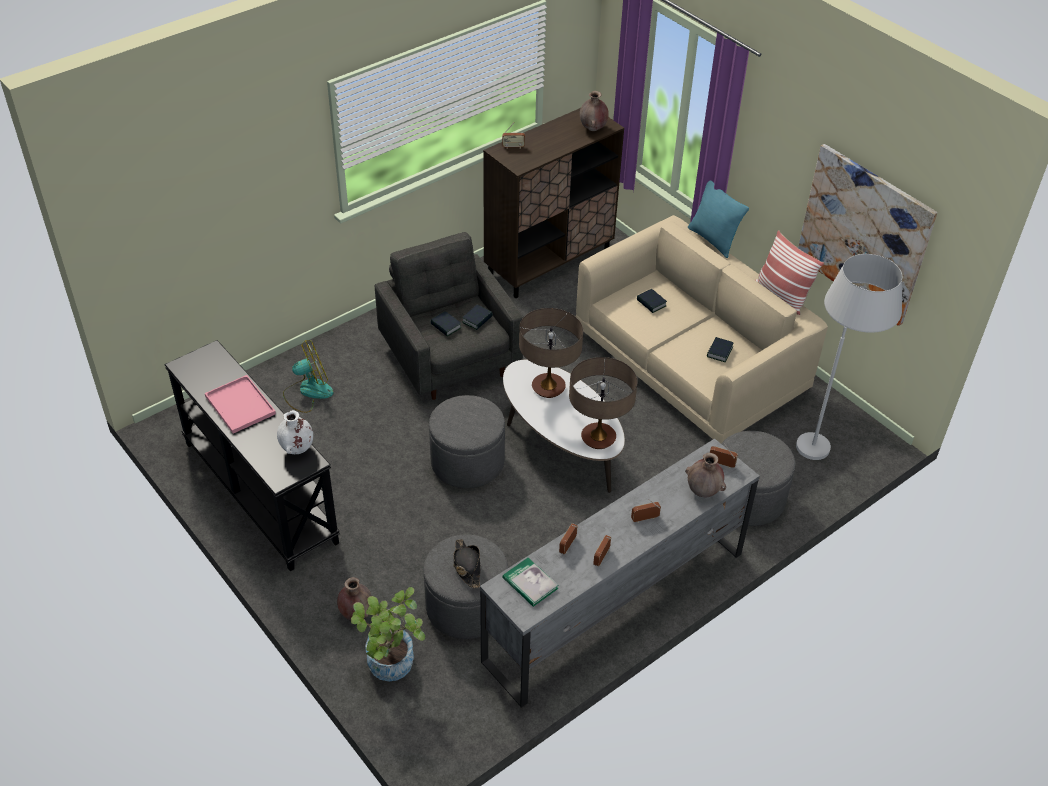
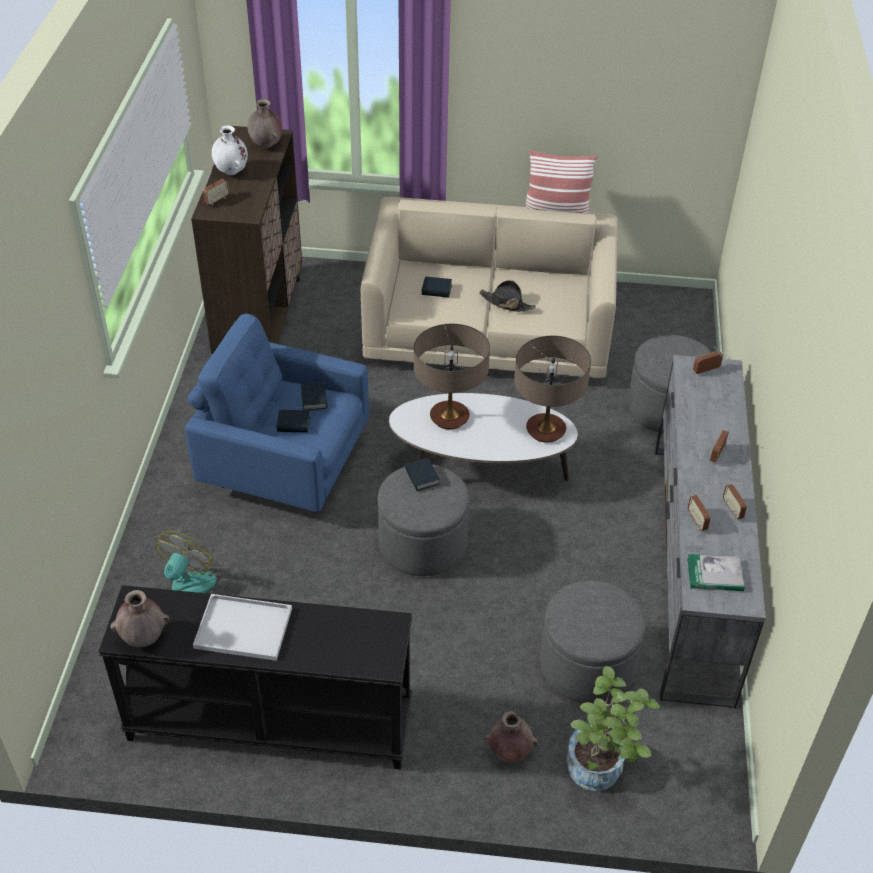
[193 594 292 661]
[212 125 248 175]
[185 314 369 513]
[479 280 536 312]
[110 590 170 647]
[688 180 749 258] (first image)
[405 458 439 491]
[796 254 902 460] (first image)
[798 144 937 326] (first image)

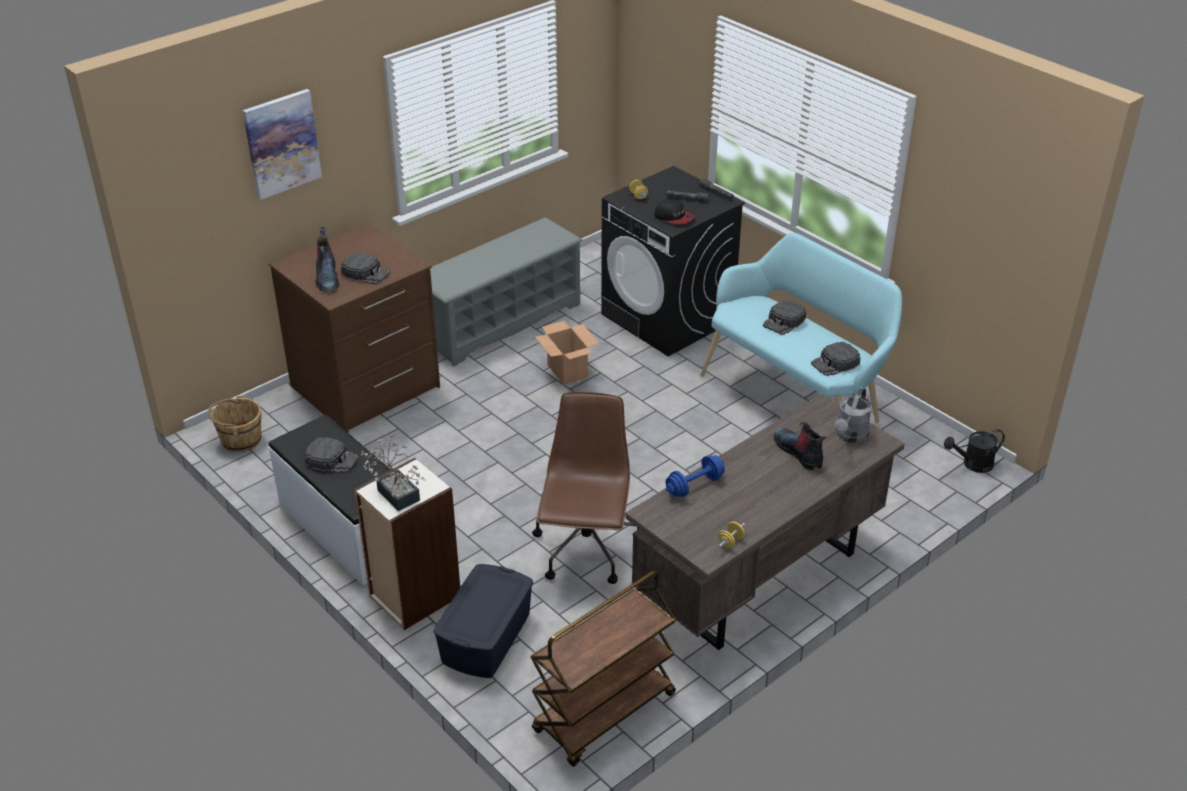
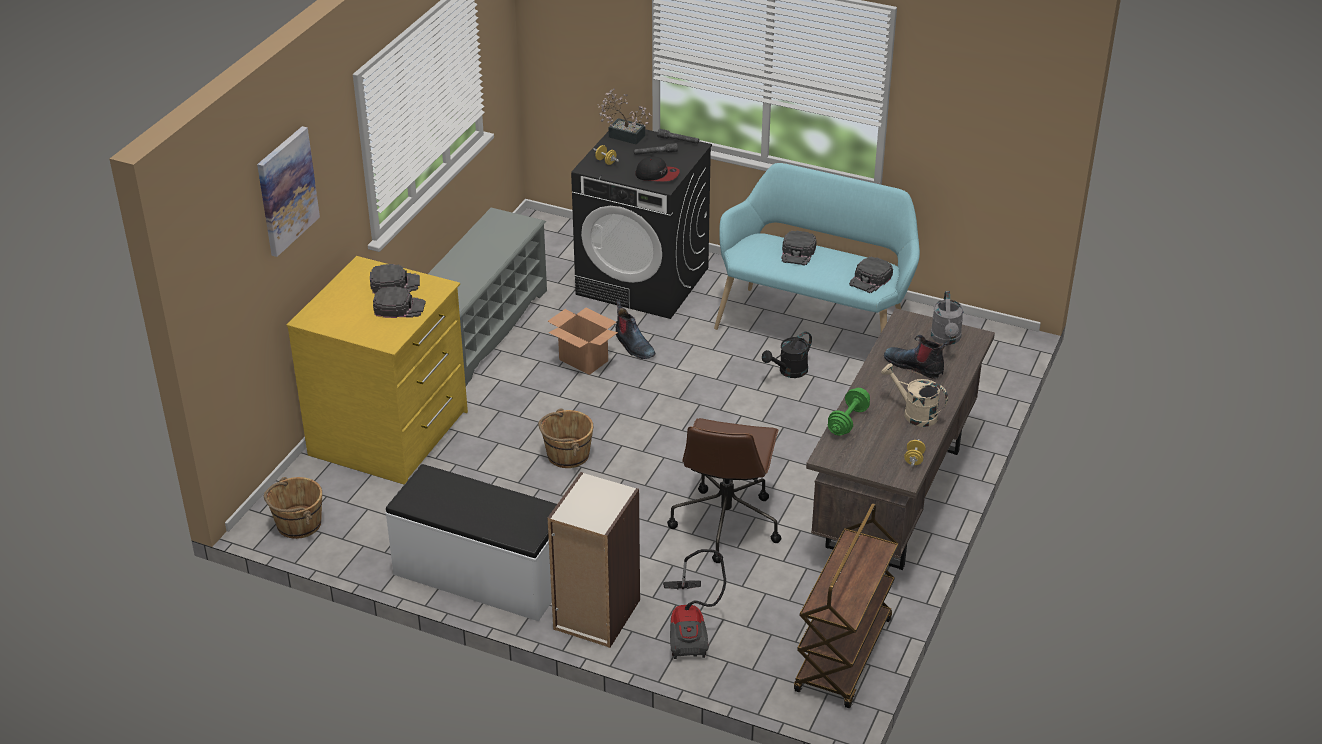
[287 256 468 485]
[370 264 420 294]
[616 300 655 359]
[598 88 652 144]
[663 549 726 659]
[667 418 781 563]
[828 388 870 436]
[762 332 812 378]
[538 408 593 468]
[881 363 948 427]

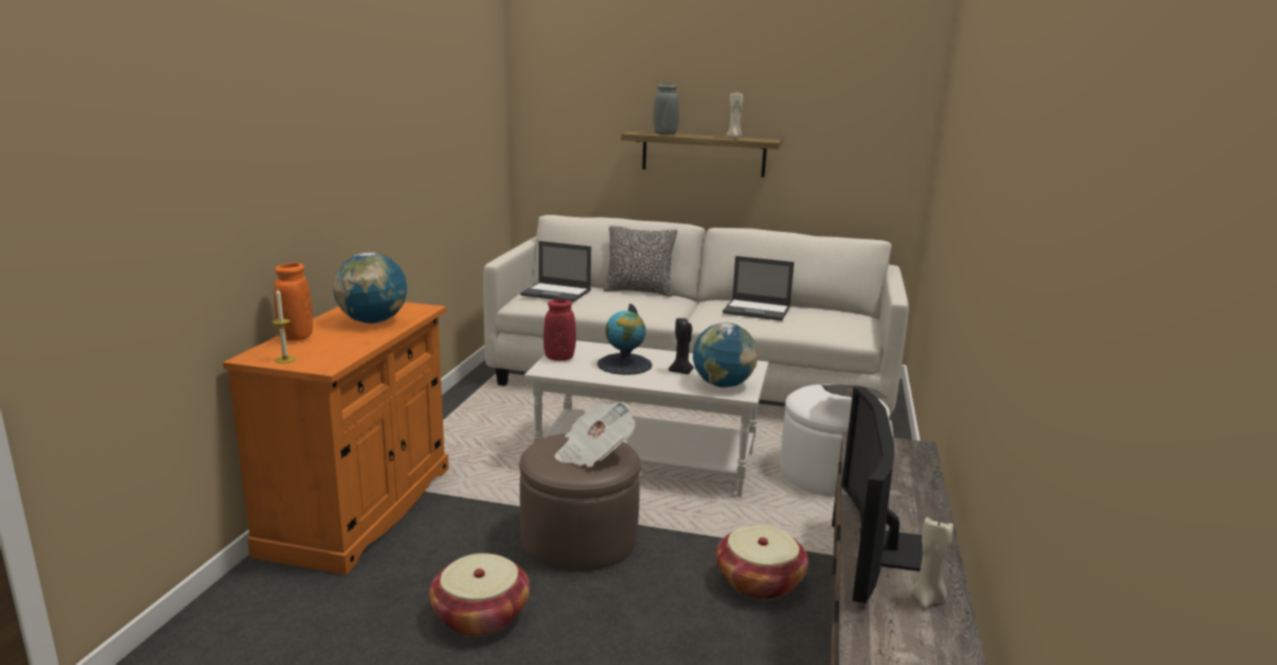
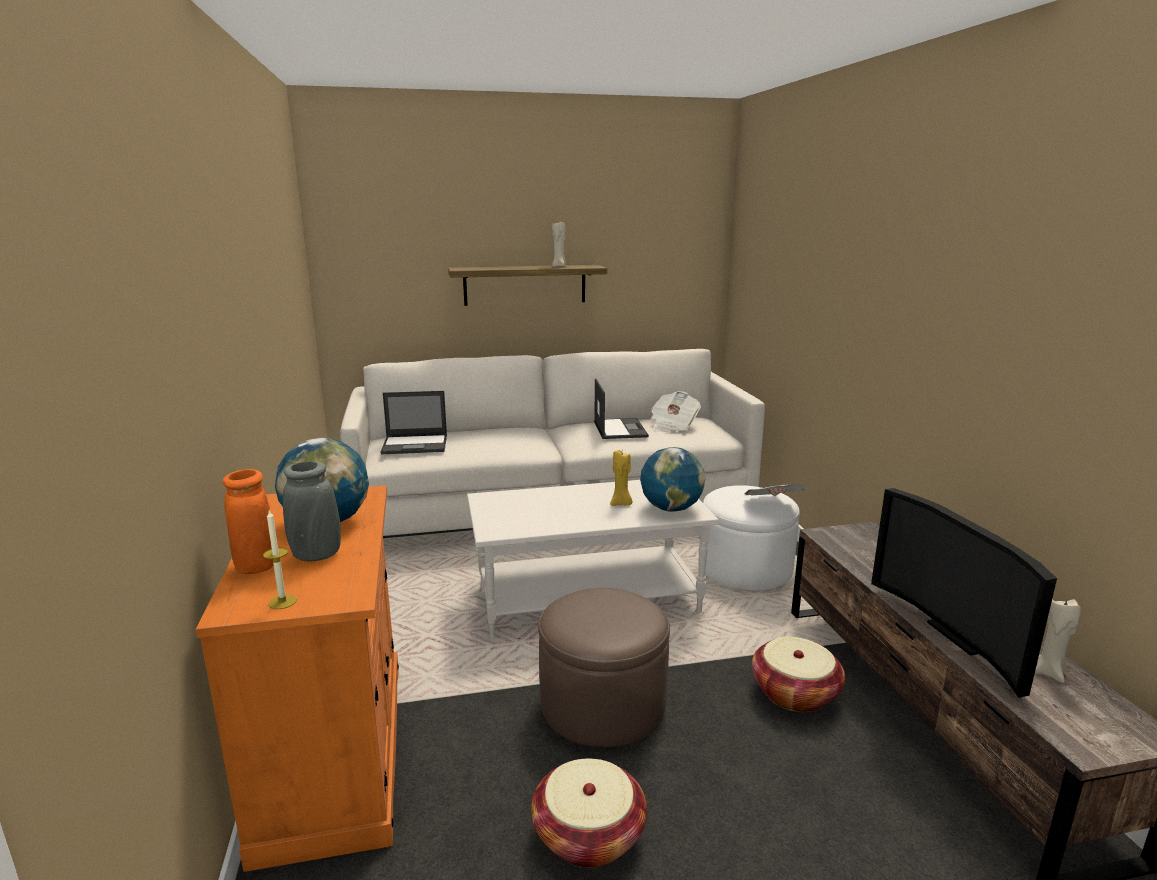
[543 299 576 361] (first image)
[651 391 701 432]
[597 304 652 375] (first image)
[604 225 677 297] (first image)
[283 461 341 561]
[610 450 632 506]
[594 378 649 439]

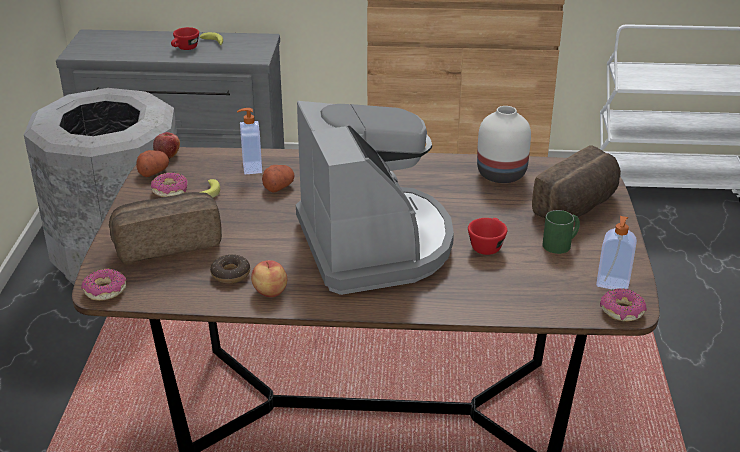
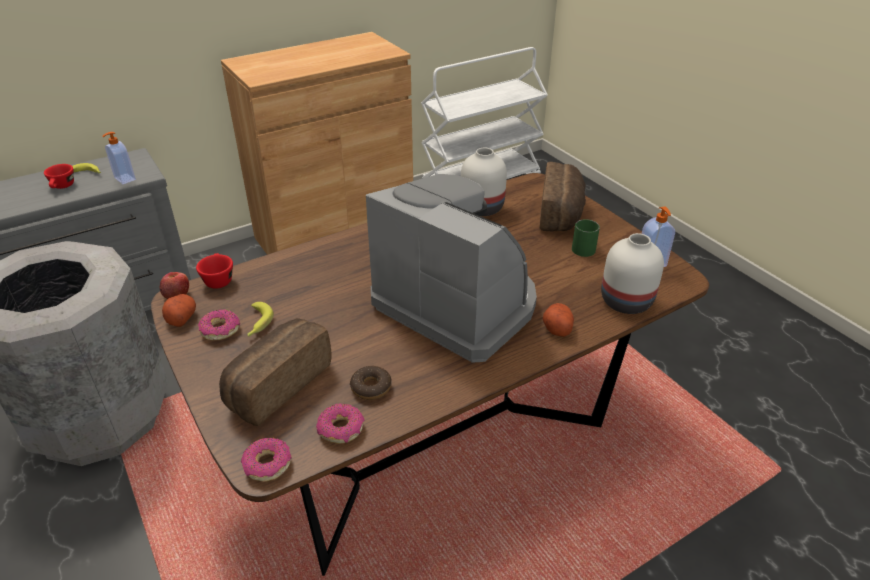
[102 132 136 184]
[251 260 287 297] (first image)
[543 303 574 337]
[196 253 233 289]
[316 404 365 444]
[601 233 664 314]

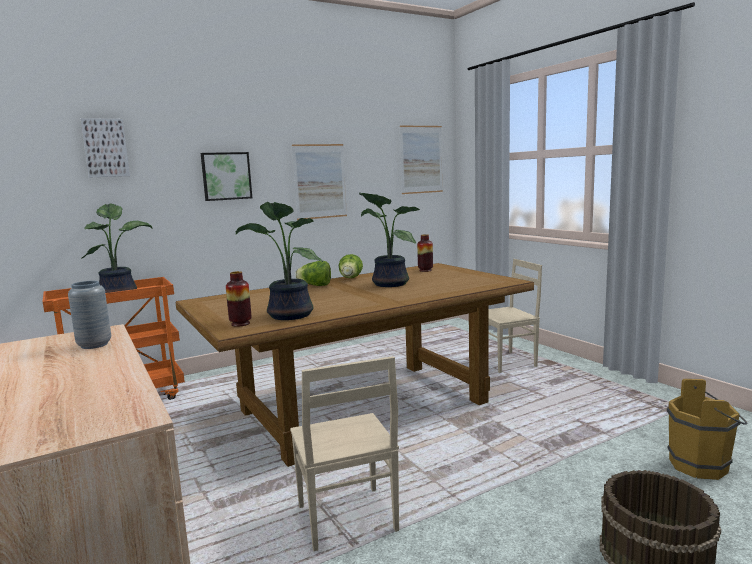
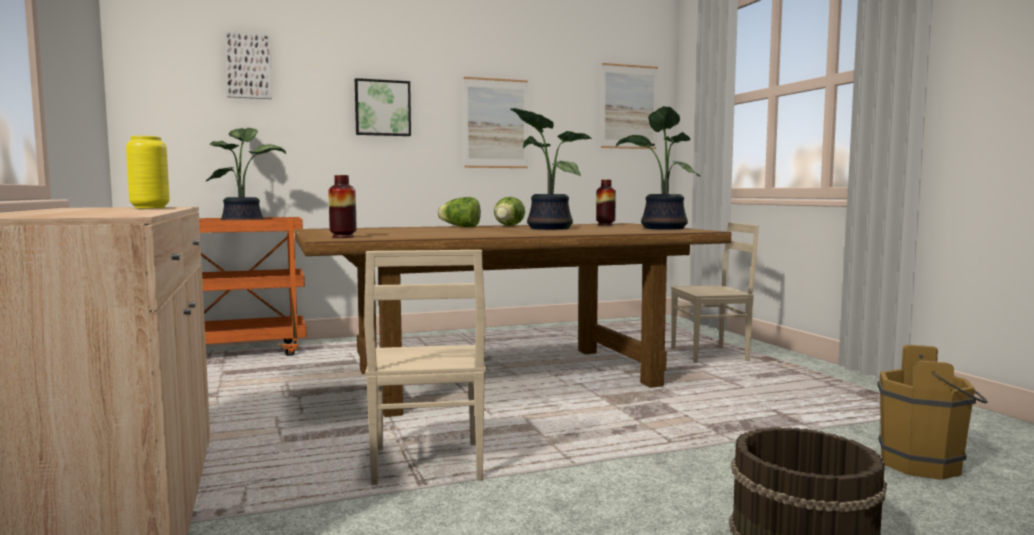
[126 136 170 208]
[616 106 701 230]

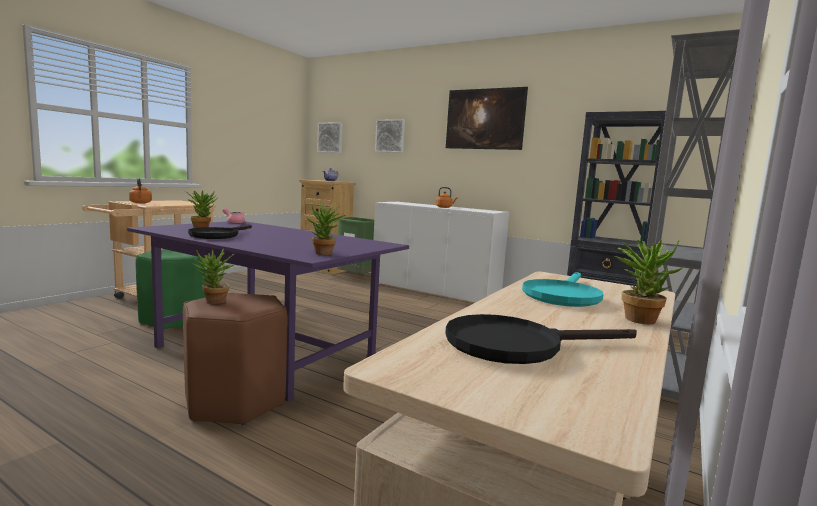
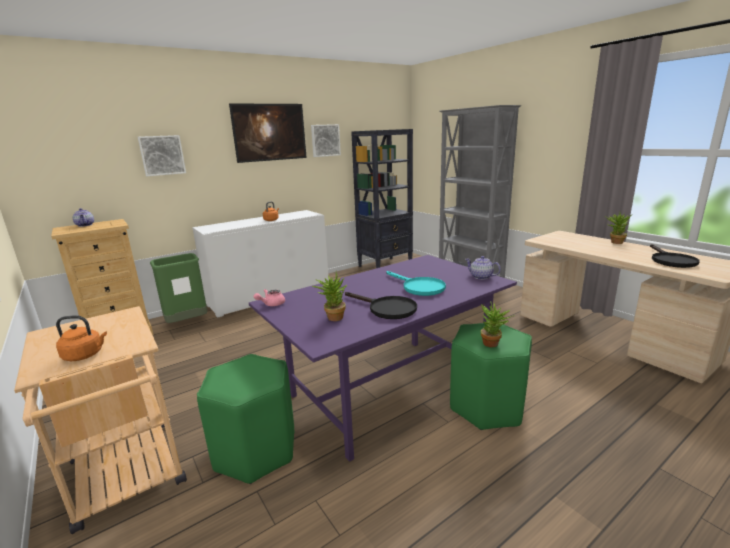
[450 323 532 430]
[465 256 501 280]
[311 124 341 157]
[386 271 446 296]

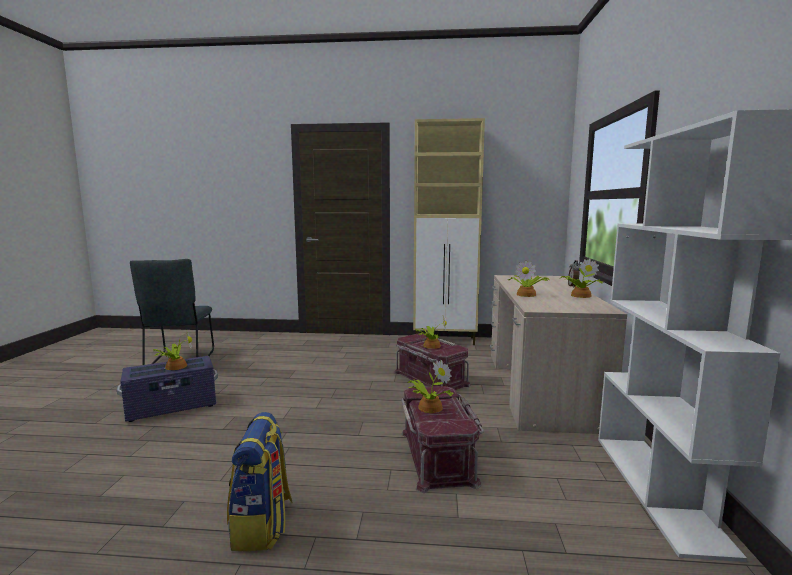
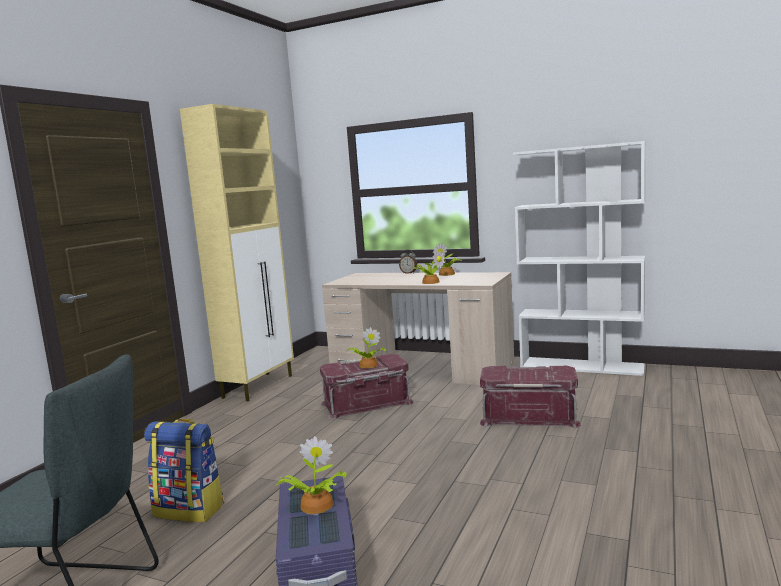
[144 419 224 522]
[408 360 454 413] (first image)

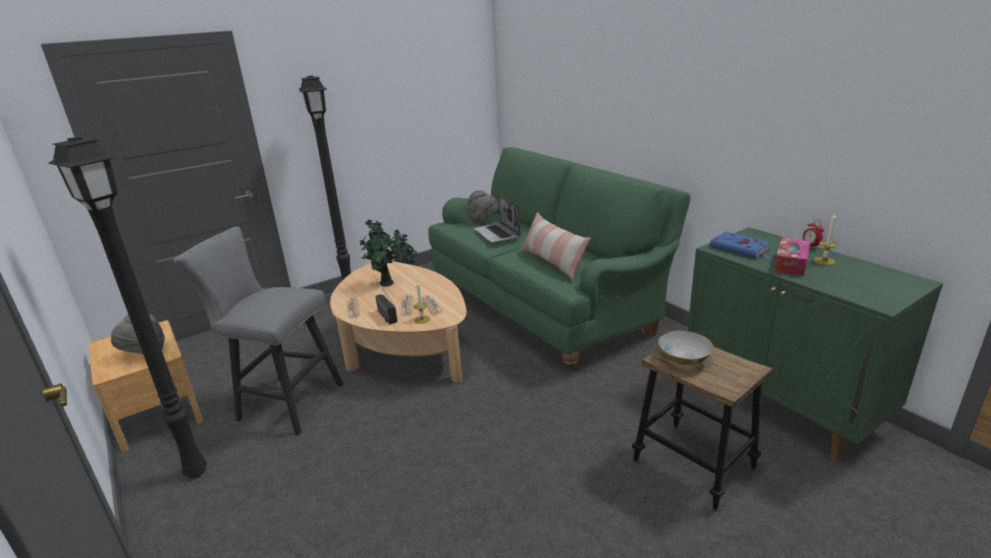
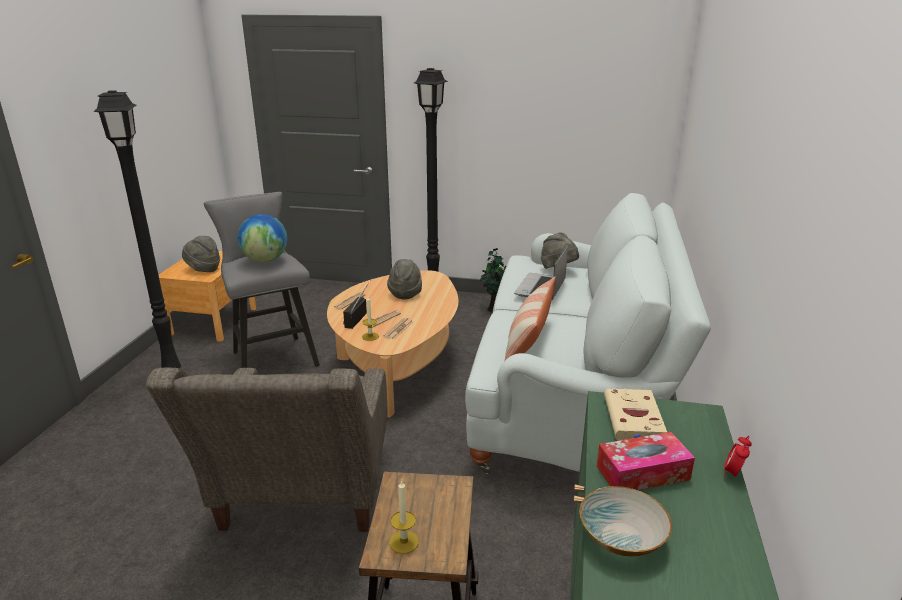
[387 259 422 299]
[465 193 711 474]
[580 486 672 557]
[604 388 667 441]
[389 480 419 554]
[146 368 388 532]
[237 214 287 262]

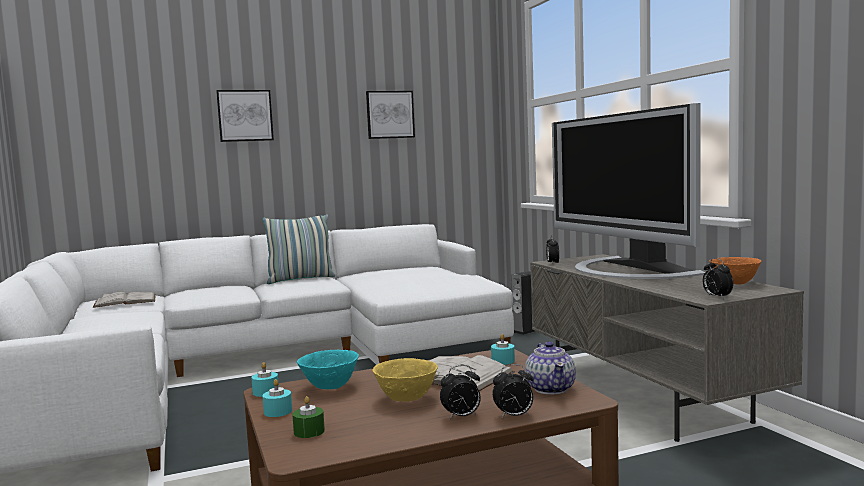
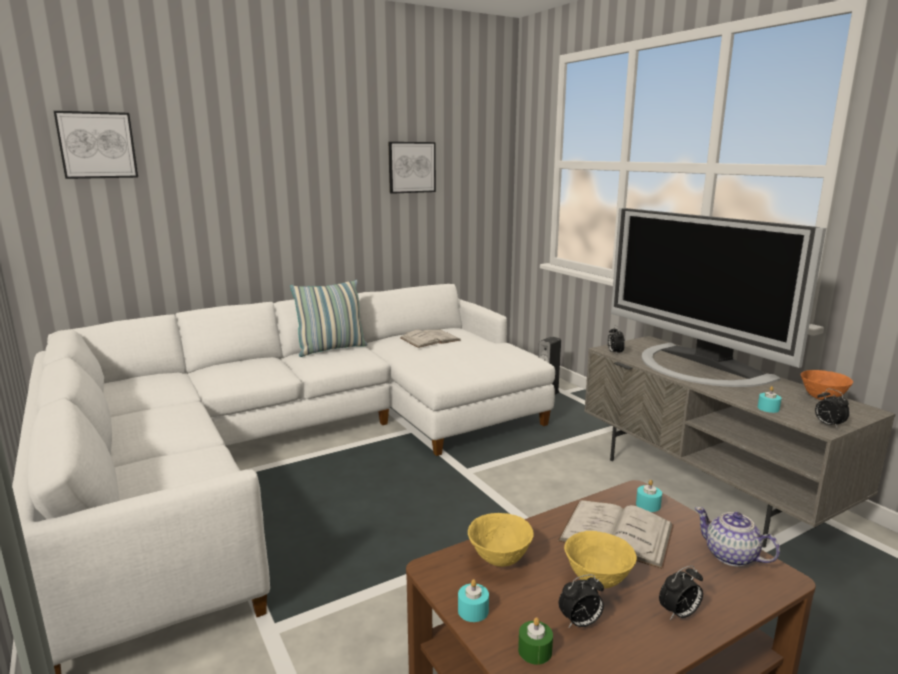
[400 329 461 348]
[54 111 138 179]
[758 386 782 413]
[468 513 534 567]
[559 574 604 627]
[695 507 780 567]

